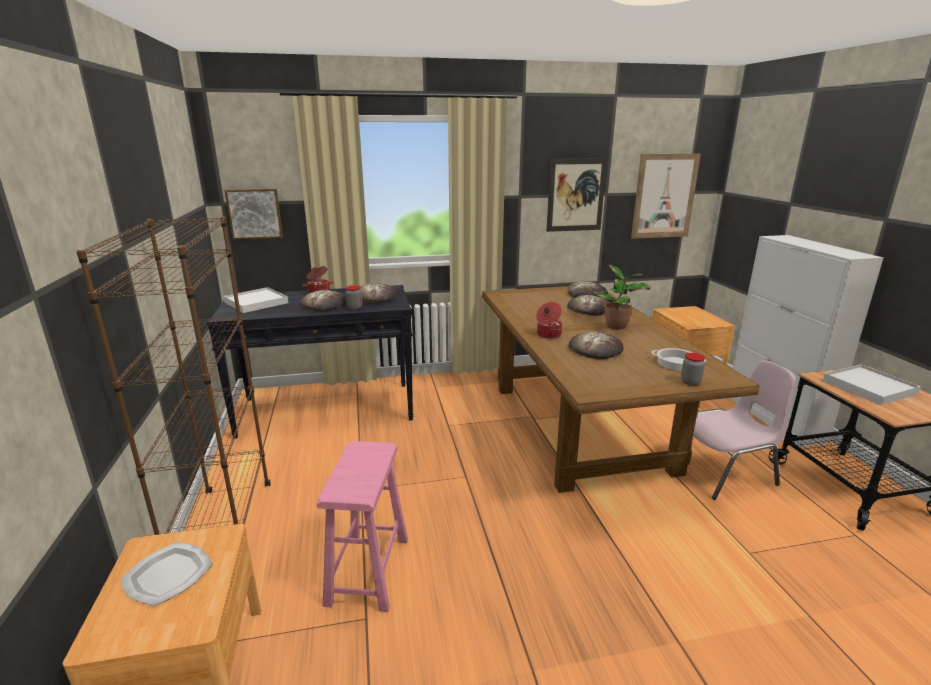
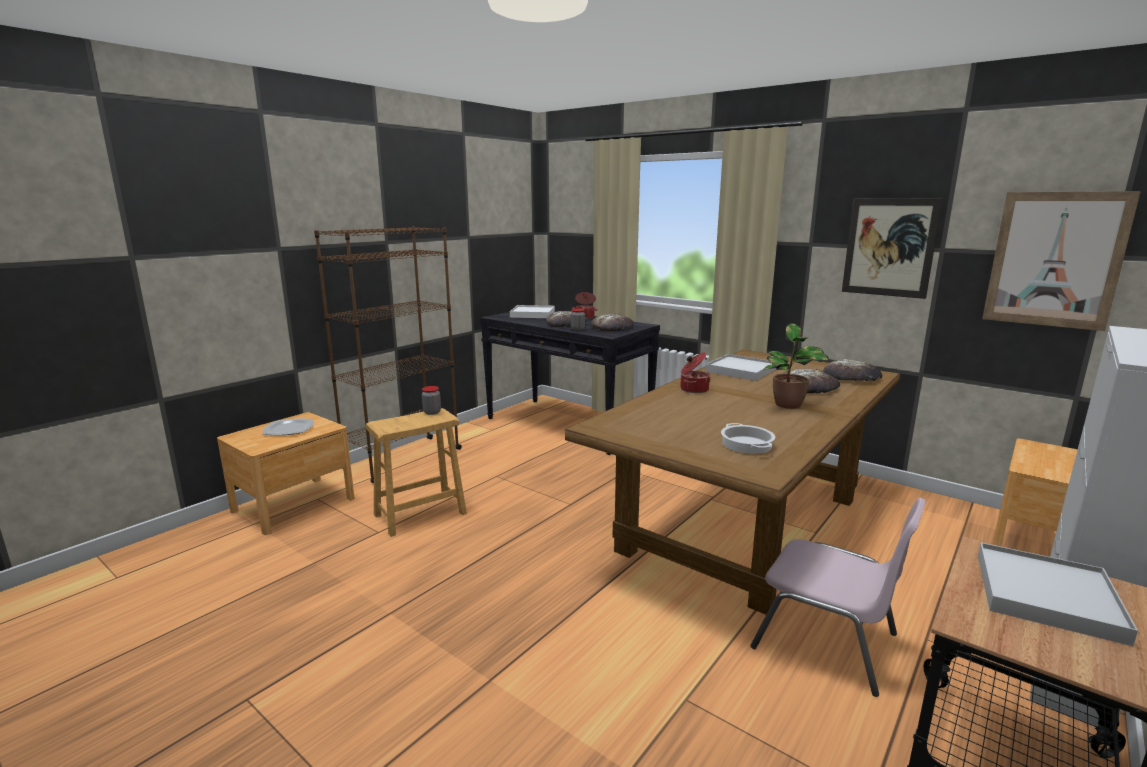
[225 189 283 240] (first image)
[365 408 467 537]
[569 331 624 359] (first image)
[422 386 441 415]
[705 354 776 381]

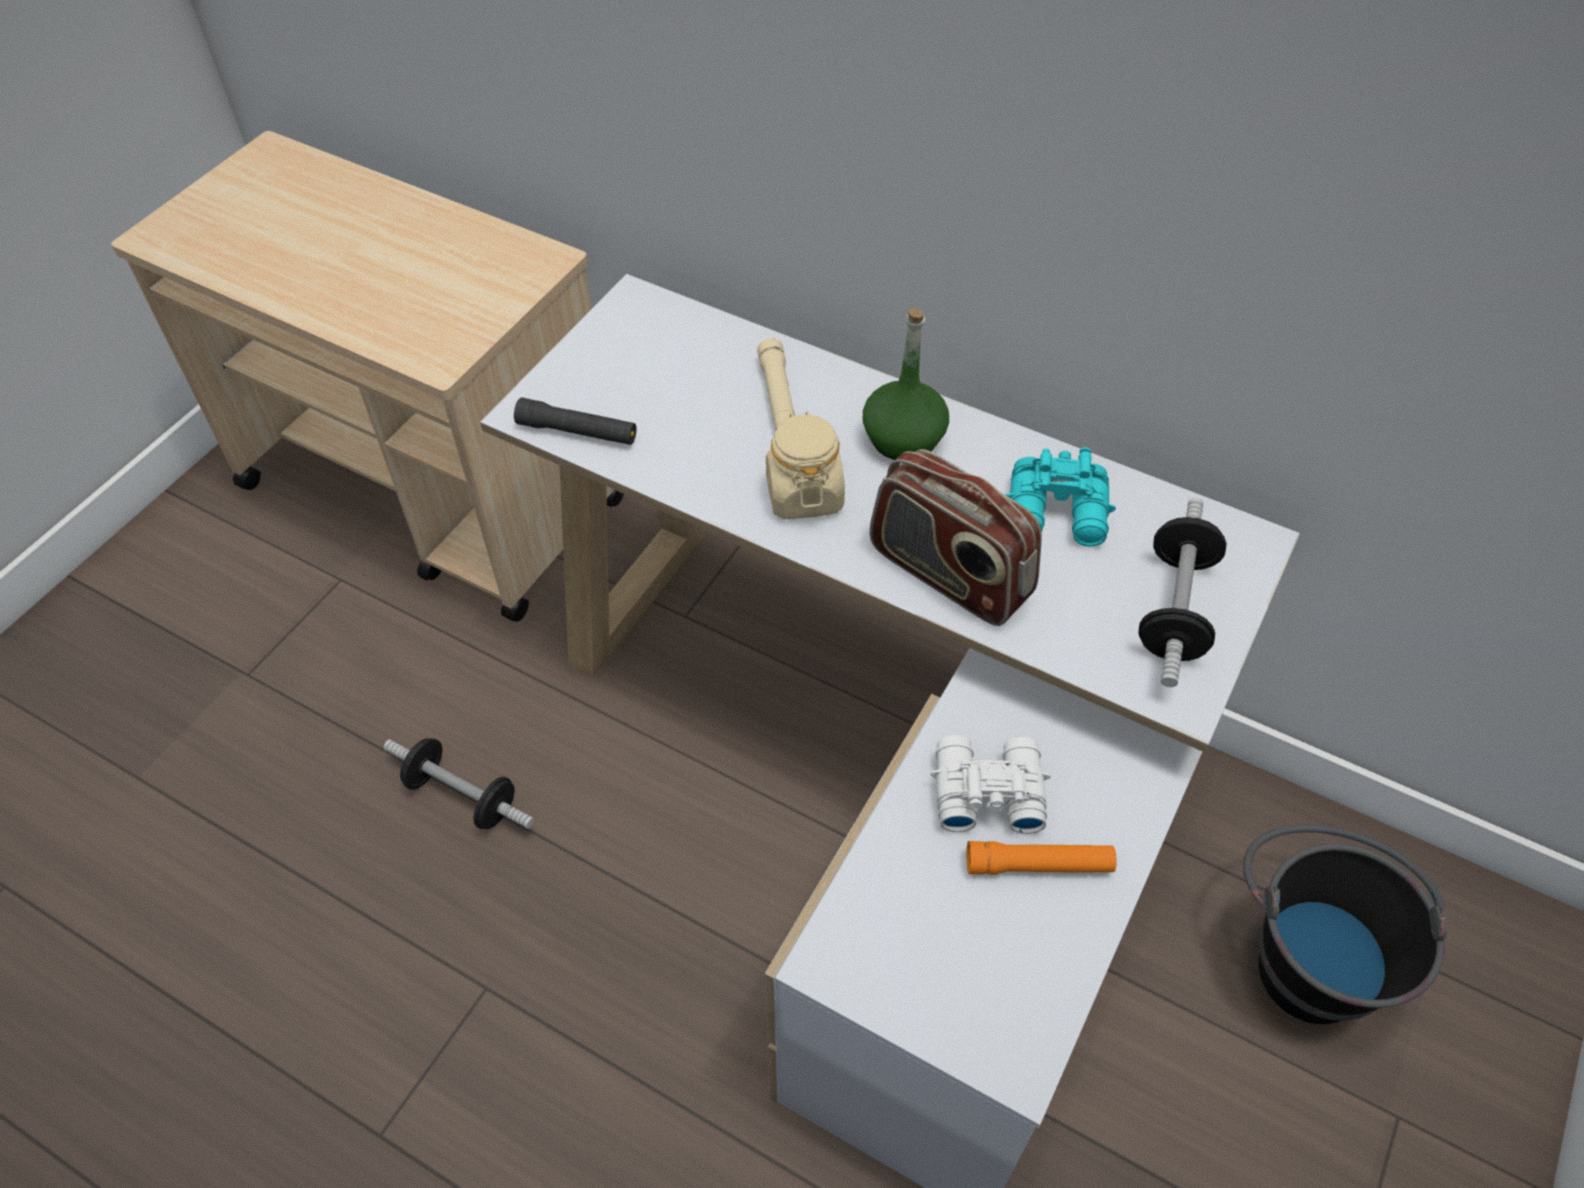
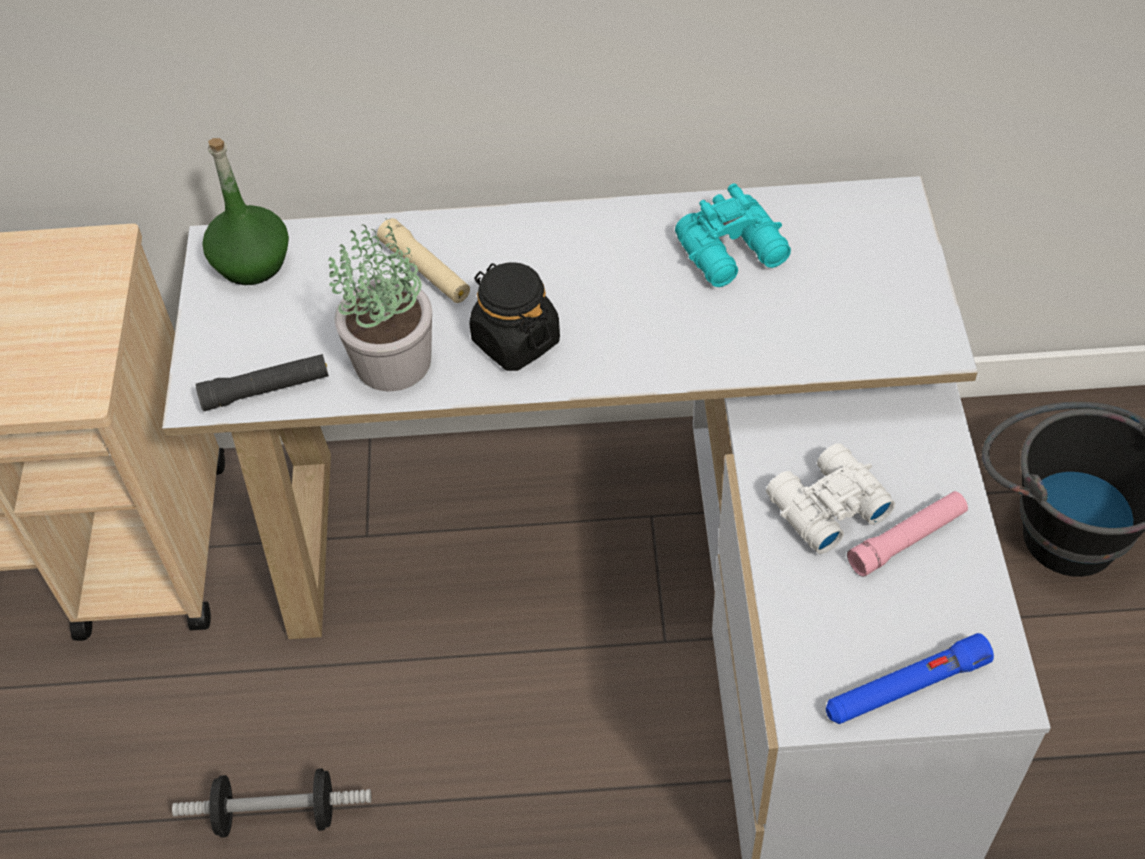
[470 263 560 371]
[202 138 289 285]
[870 449 1042 626] (first image)
[847 491 968 577]
[1138 498 1227 687] (first image)
[328 218 432 392]
[826 633 994 724]

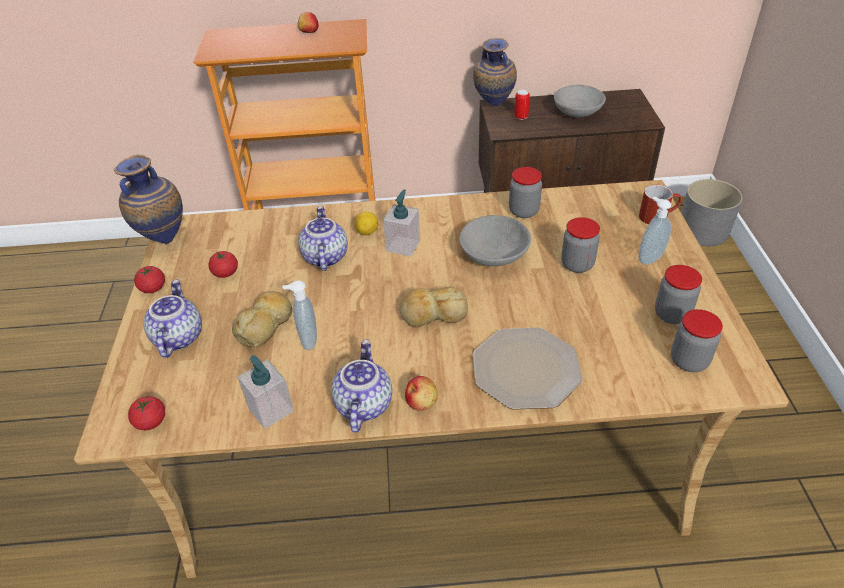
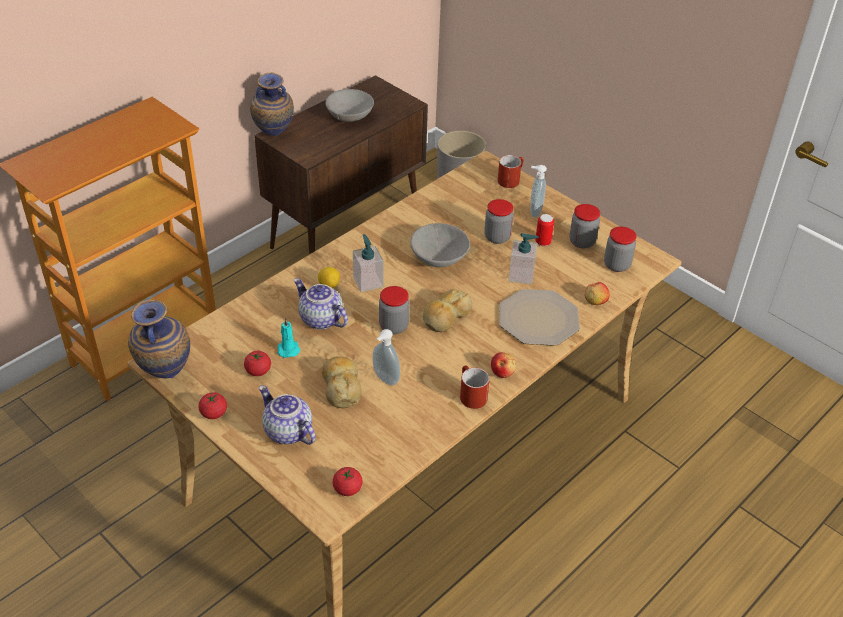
[508 233 539 284]
[585 282 610 305]
[460 365 490 409]
[379 286 409 334]
[535 214 554 246]
[277 318 300 358]

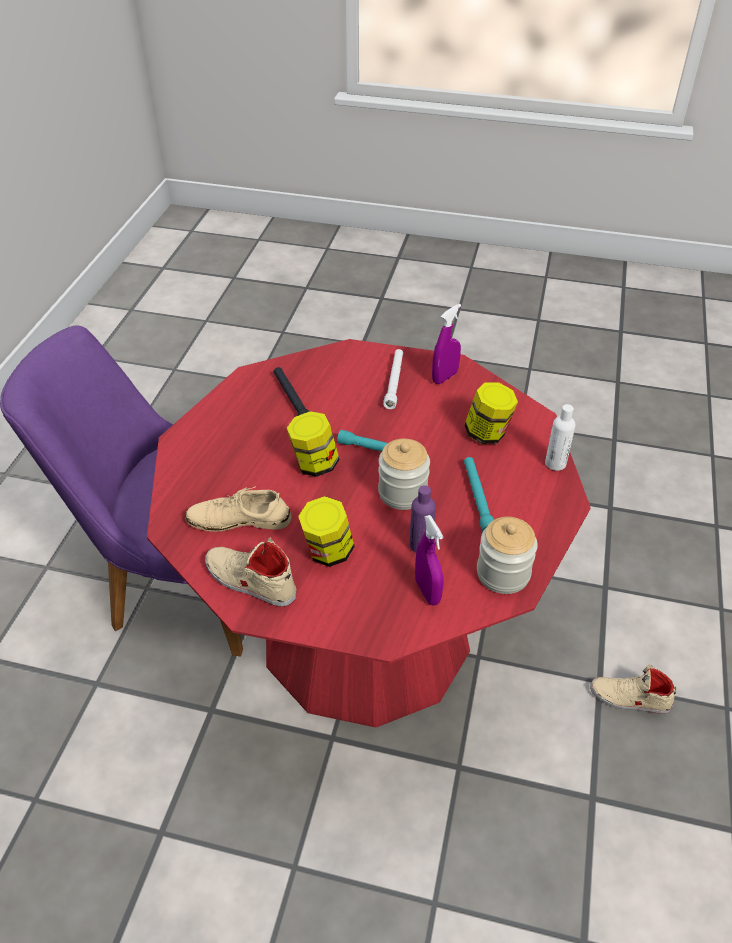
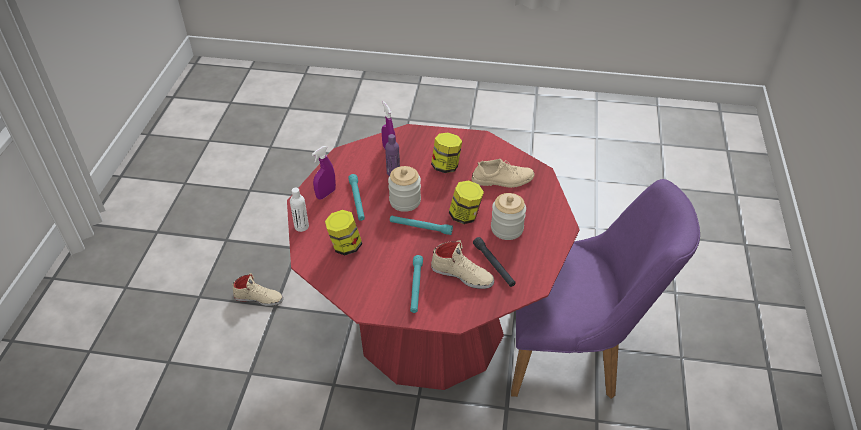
[431 240 494 289]
[410 255 423 313]
[312 146 336 200]
[491 193 526 240]

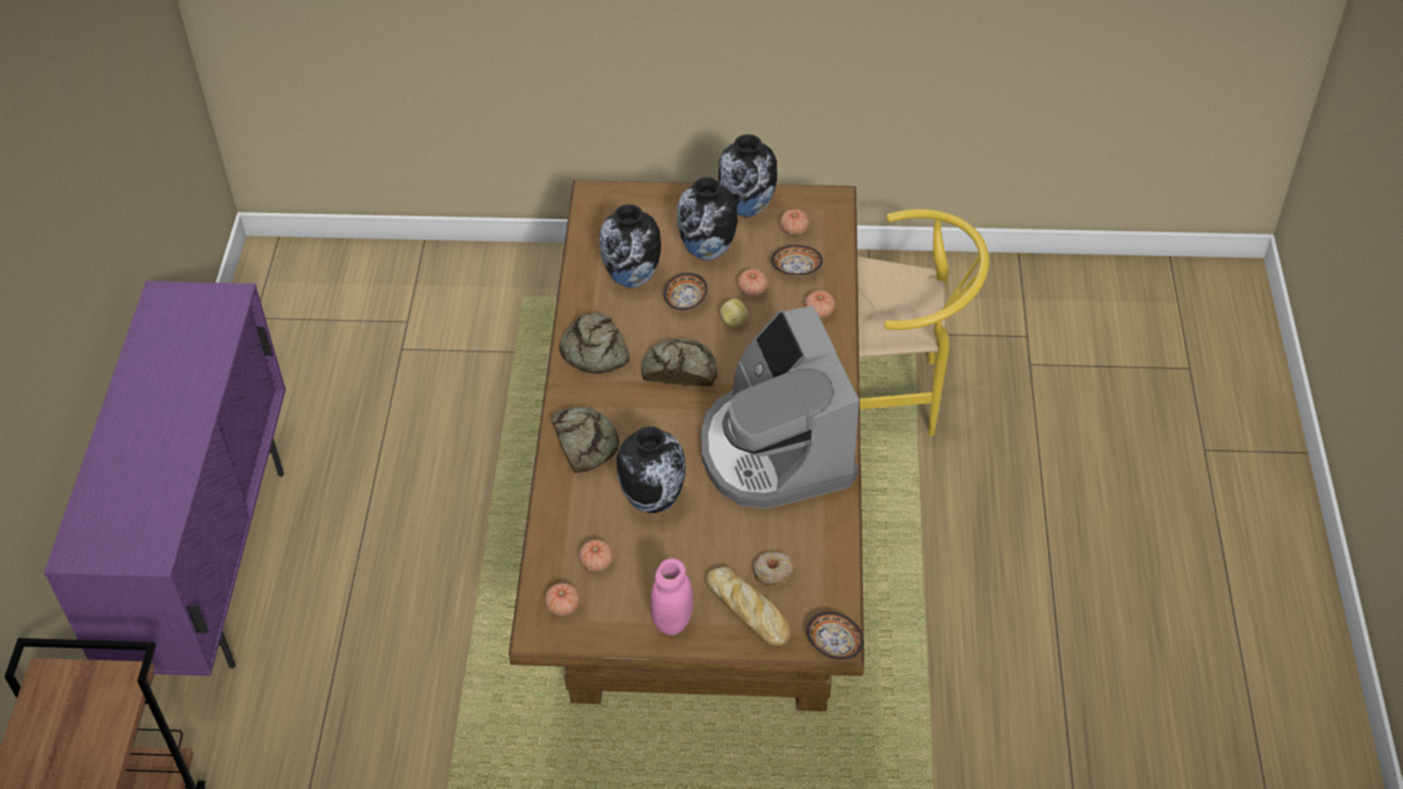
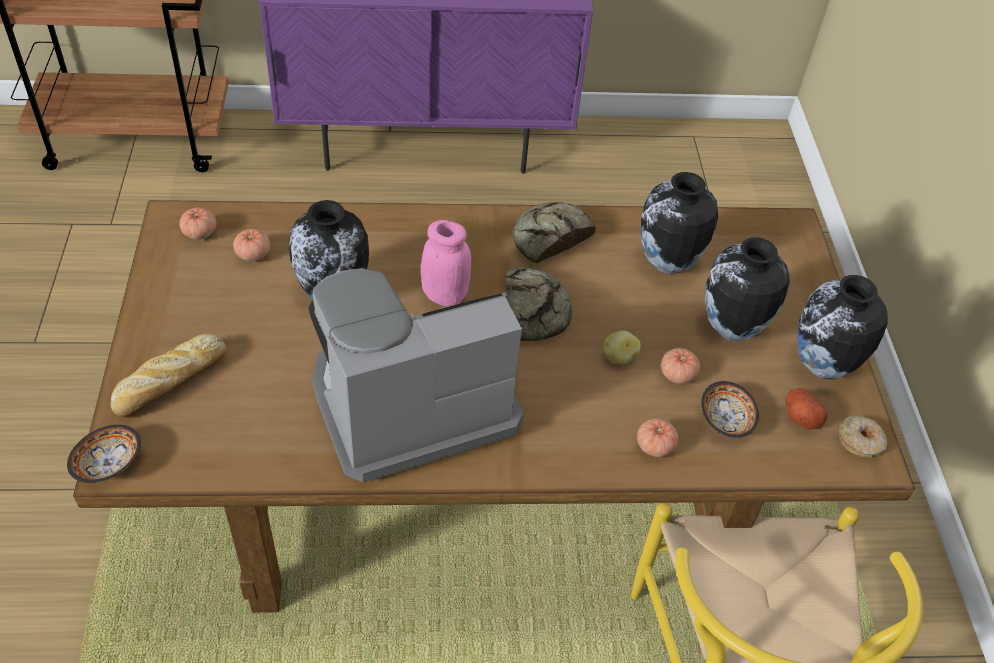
[550 407 619 473] (first image)
[421 220 471 306]
[664 273 708 310] (first image)
[839 415 888 457]
[786 388 827 429]

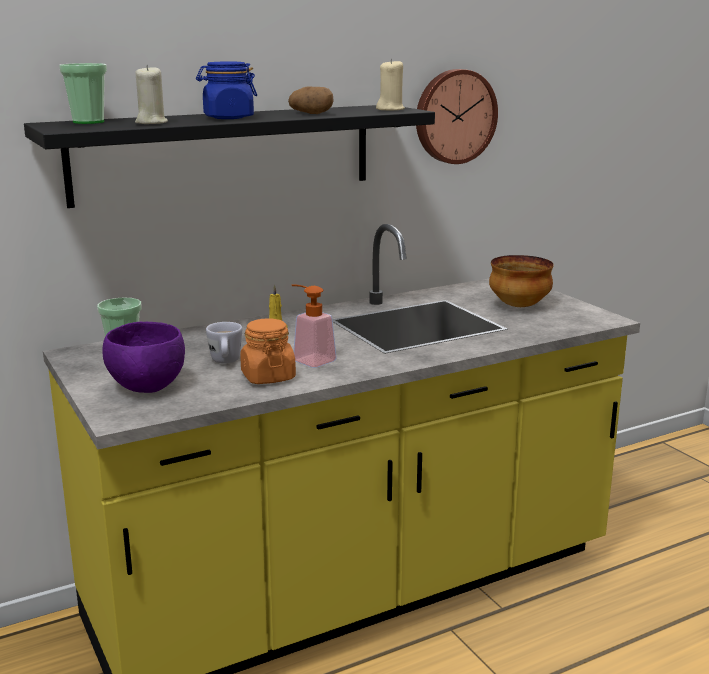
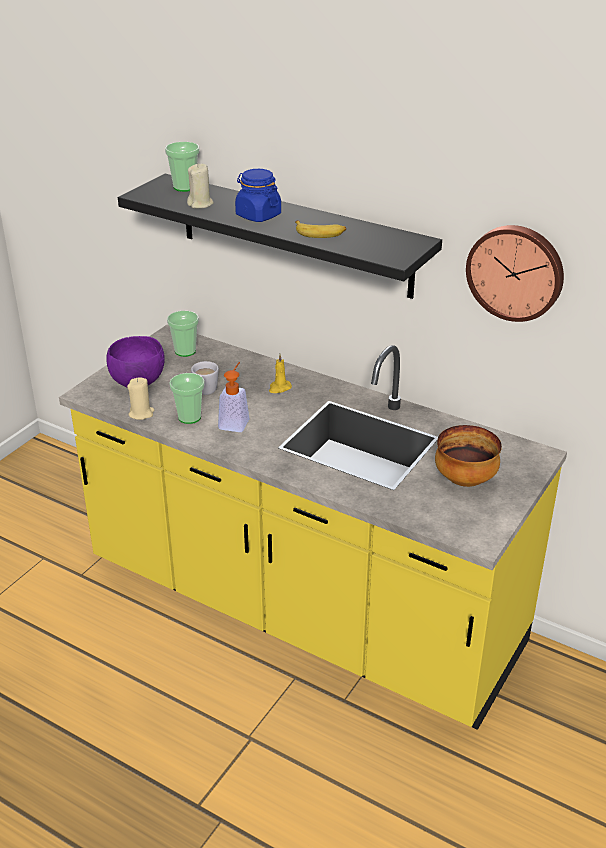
[169 373 205 424]
[295 220 346 238]
[127 377 154 420]

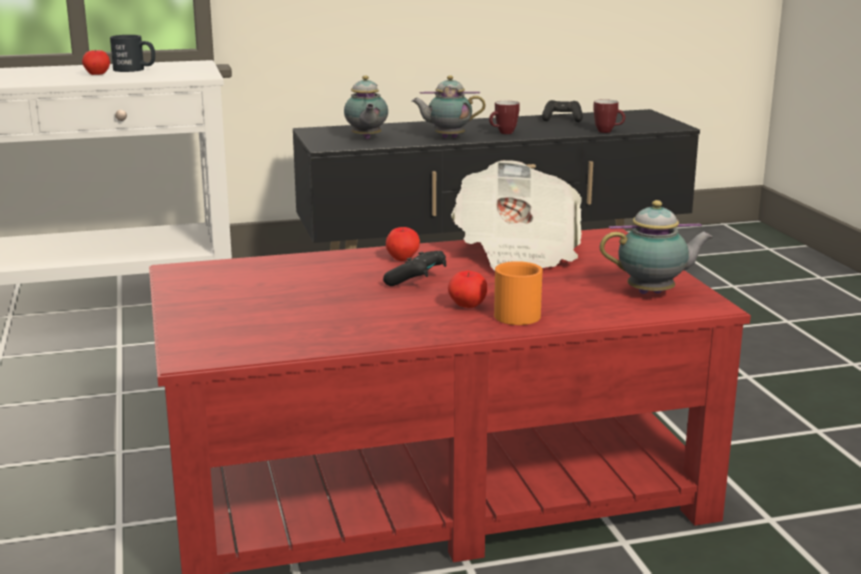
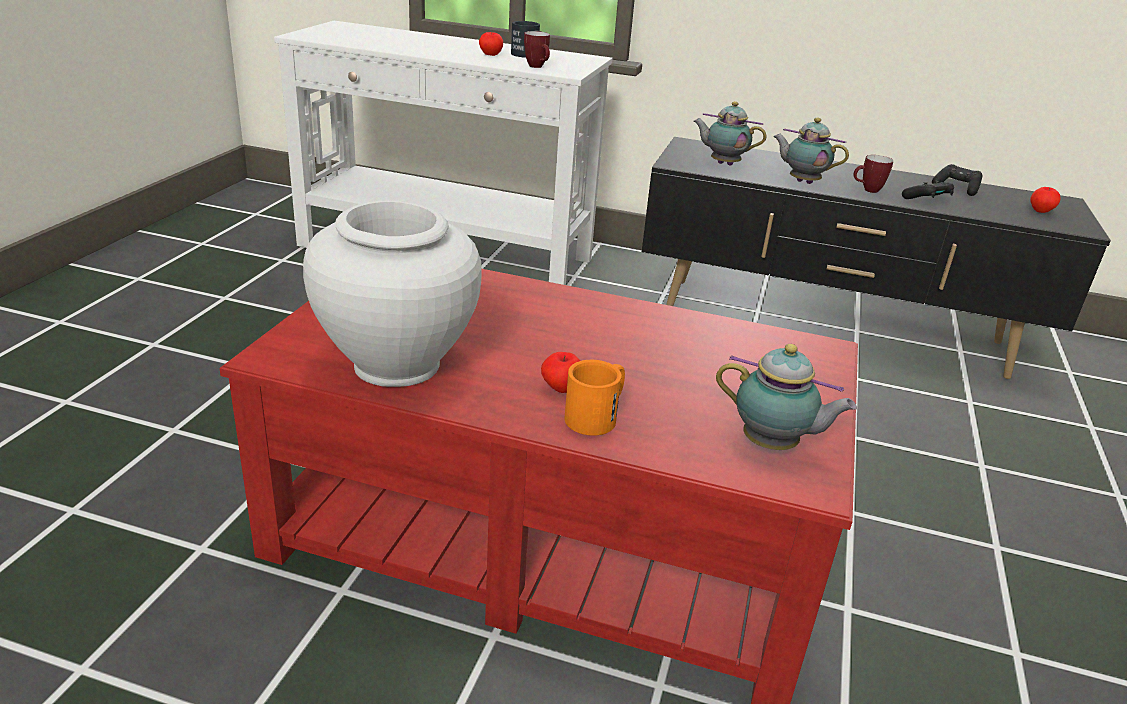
[693 101 766 166]
[902 181 954 199]
[1030 187 1060 213]
[451 160 582 271] (first image)
[524 31 550 68]
[303 200 482 387]

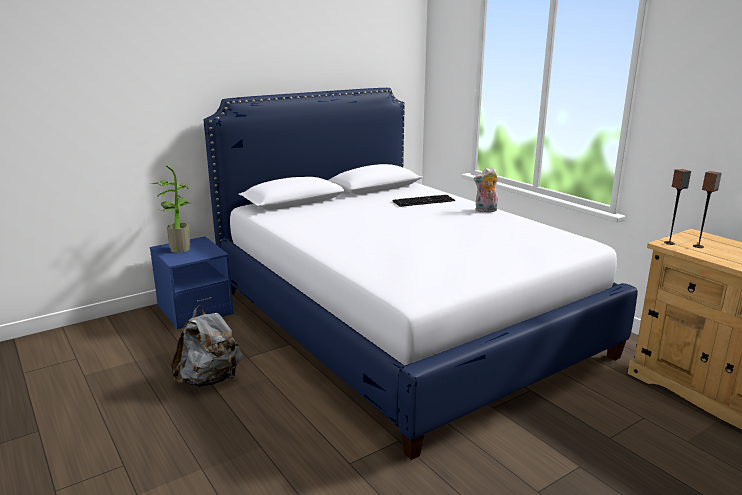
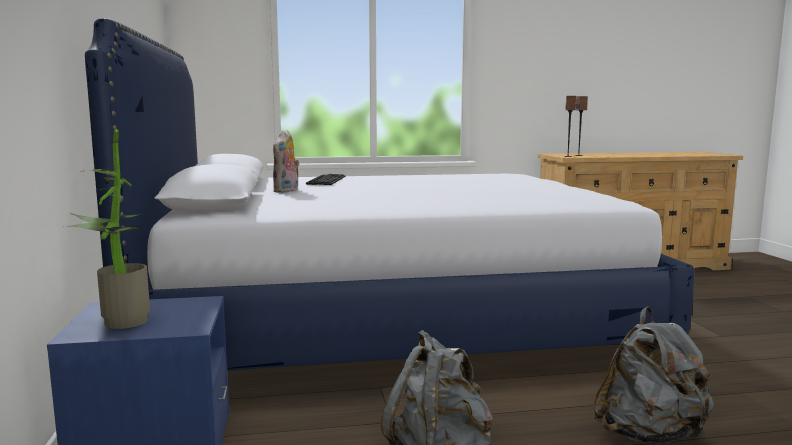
[273 130 300 193]
[593 307 714 443]

